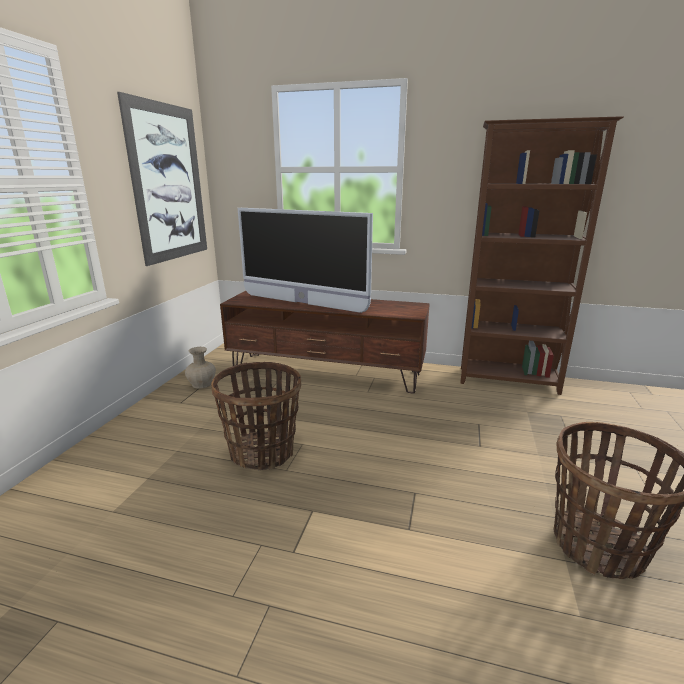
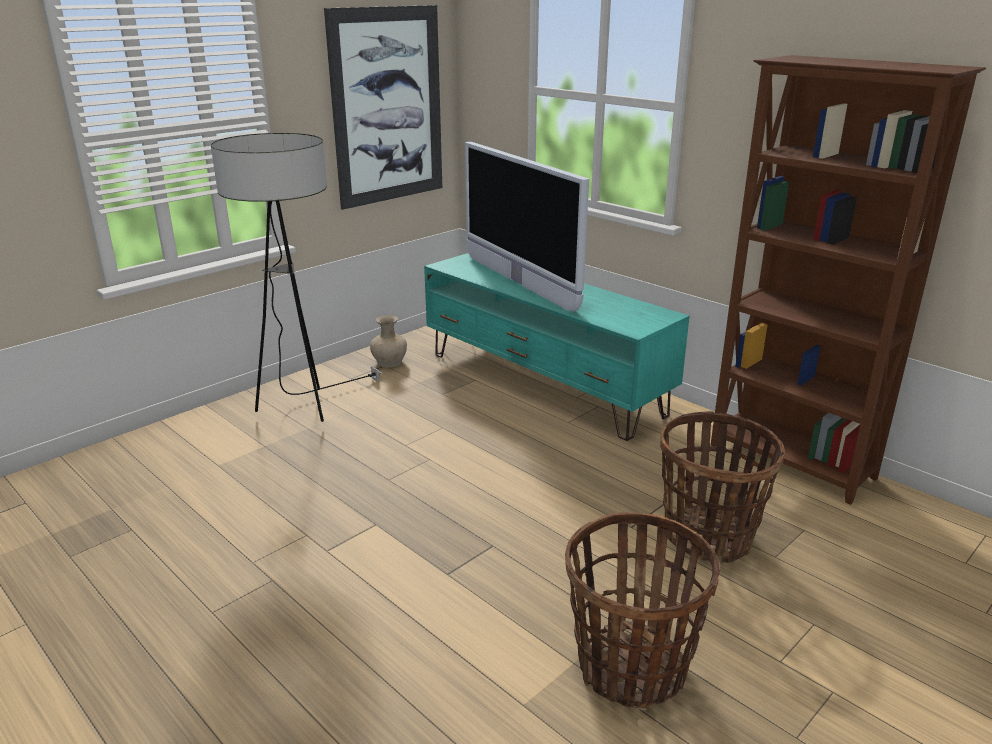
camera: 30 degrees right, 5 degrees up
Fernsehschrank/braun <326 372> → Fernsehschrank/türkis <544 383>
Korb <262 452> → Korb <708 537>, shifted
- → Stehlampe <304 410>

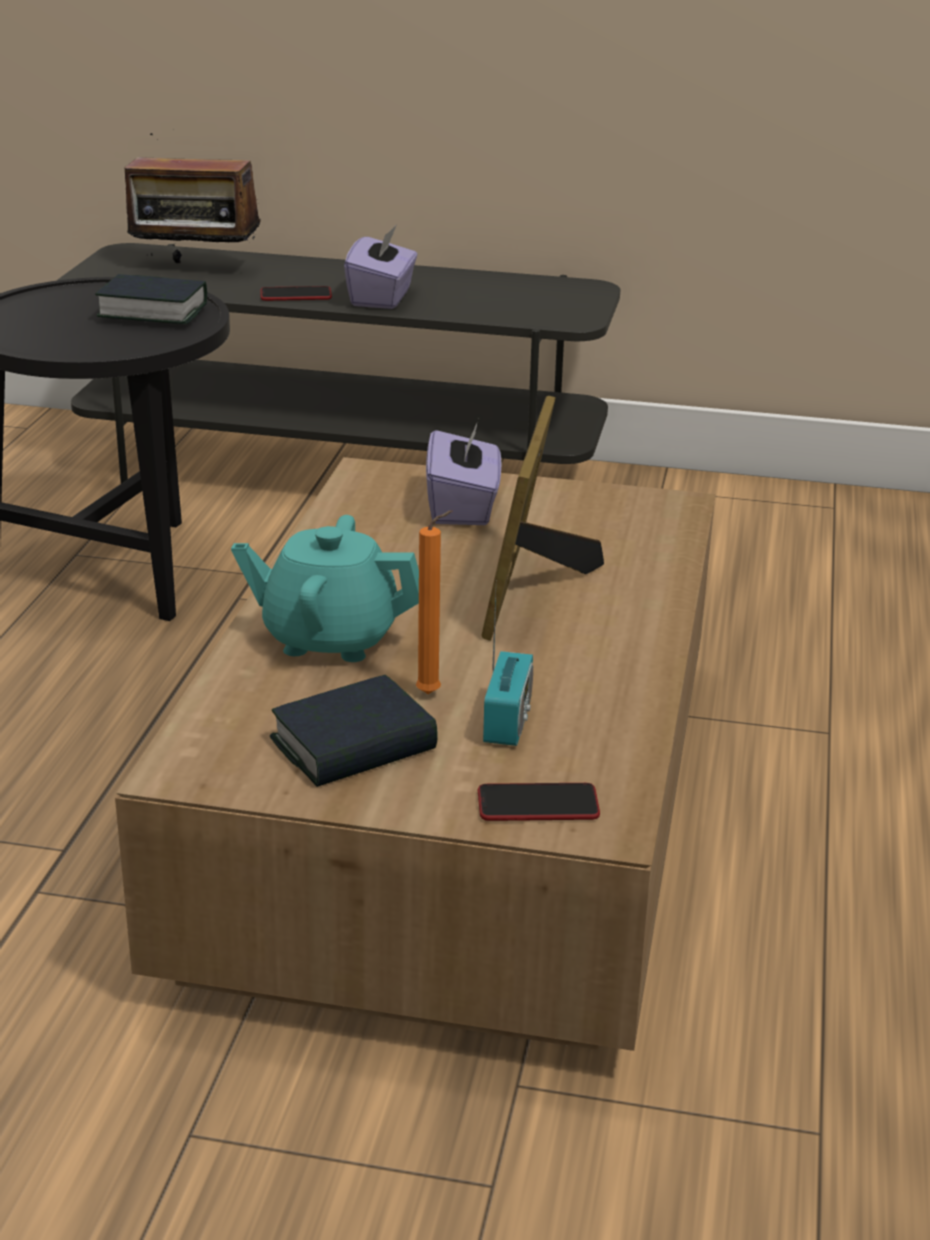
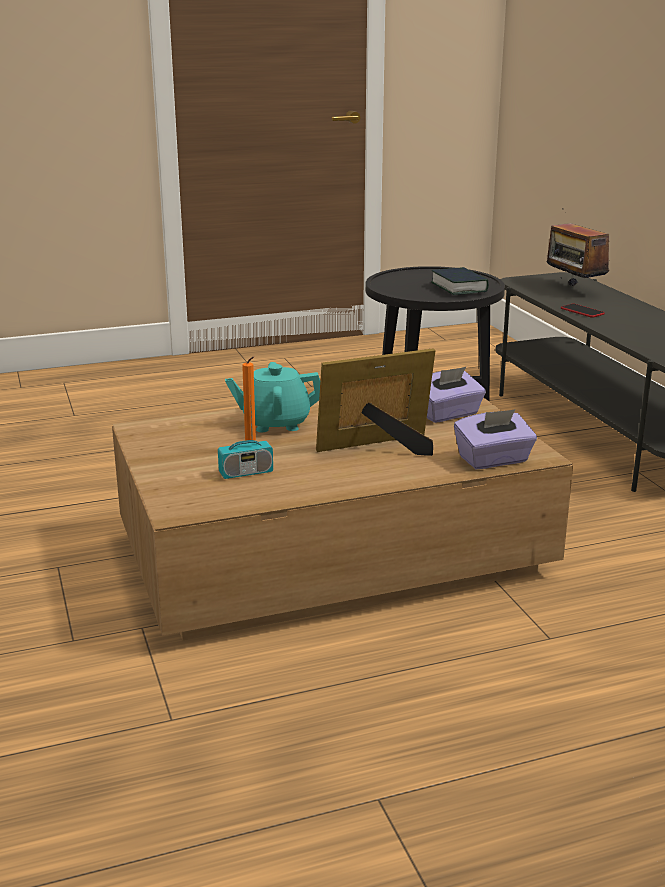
camera: 60 degrees right, 5 degrees down
Taschentuchbox/lila <382 297> → Taschentuchbox/lila <493 460>, shifted
Teekanne/türkis <329 638> → Teekanne/türkis <275 423>, 75 degrees counterclockwise
Buch <354 745> → -
Handy <538 804> → -

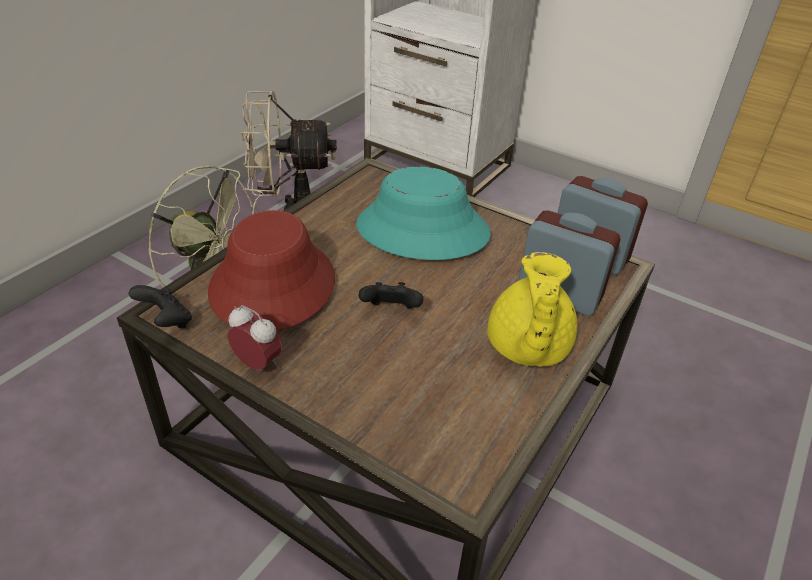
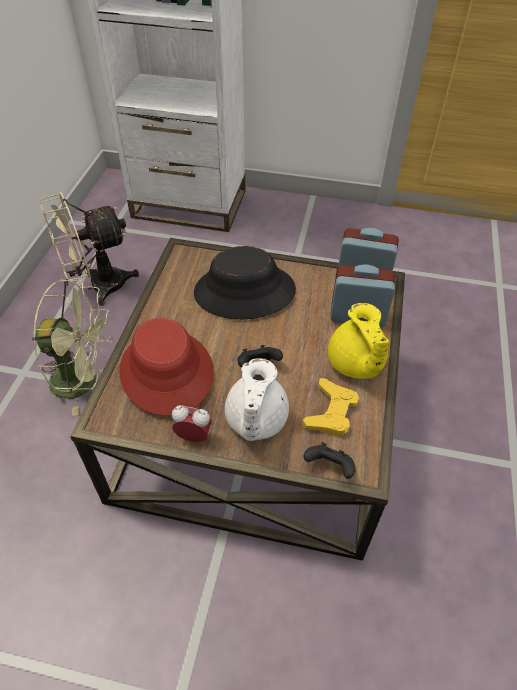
camera: 20 degrees left, 10 degrees up
Hut/türkis <422 230> → Hut/schwarz <244 292>
Gamepad/schwarz <167 322> → Gamepad/schwarz <329 467>, shifted
- → Teekanne/weiß <255 421>
- → Gamepad/gelb <331 412>

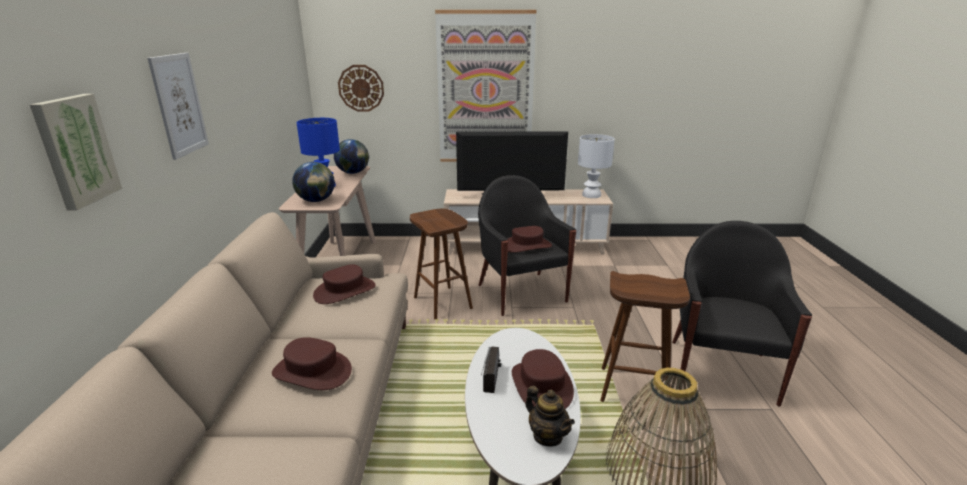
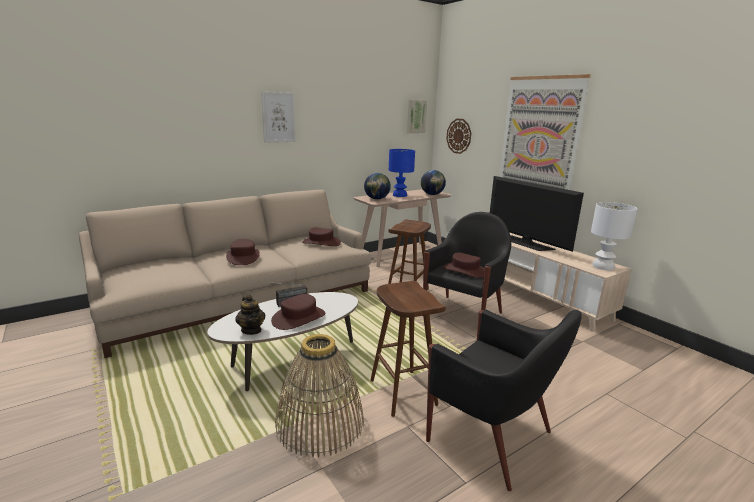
camera: 55 degrees right, 5 degrees down
Bild <75 150> → Bild <416 116>, shifted
Sessel/schwarz <721 370> → Sessel/schwarz <491 438>, 60 degrees clockwise
Teekanne <547 436> → Teekanne <251 330>, 45 degrees counterclockwise

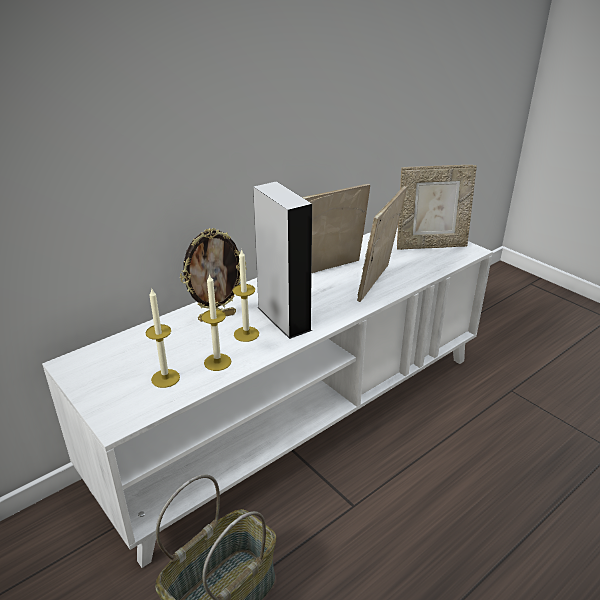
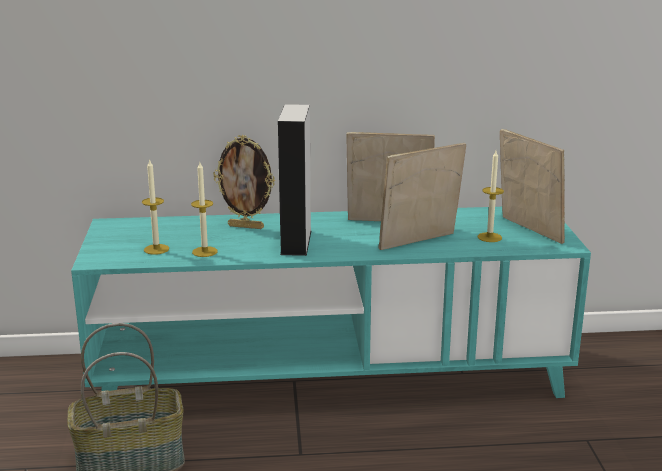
camera: 35 degrees right, 10 degrees down
Bilderrahmen <430 245> → Bilderrahmen <527 231>, 150 degrees counterclockwise
Fernsehschrank/weiß <299 417> → Fernsehschrank/türkis <331 378>
Kerze <246 334> → Kerze <489 237>, shifted

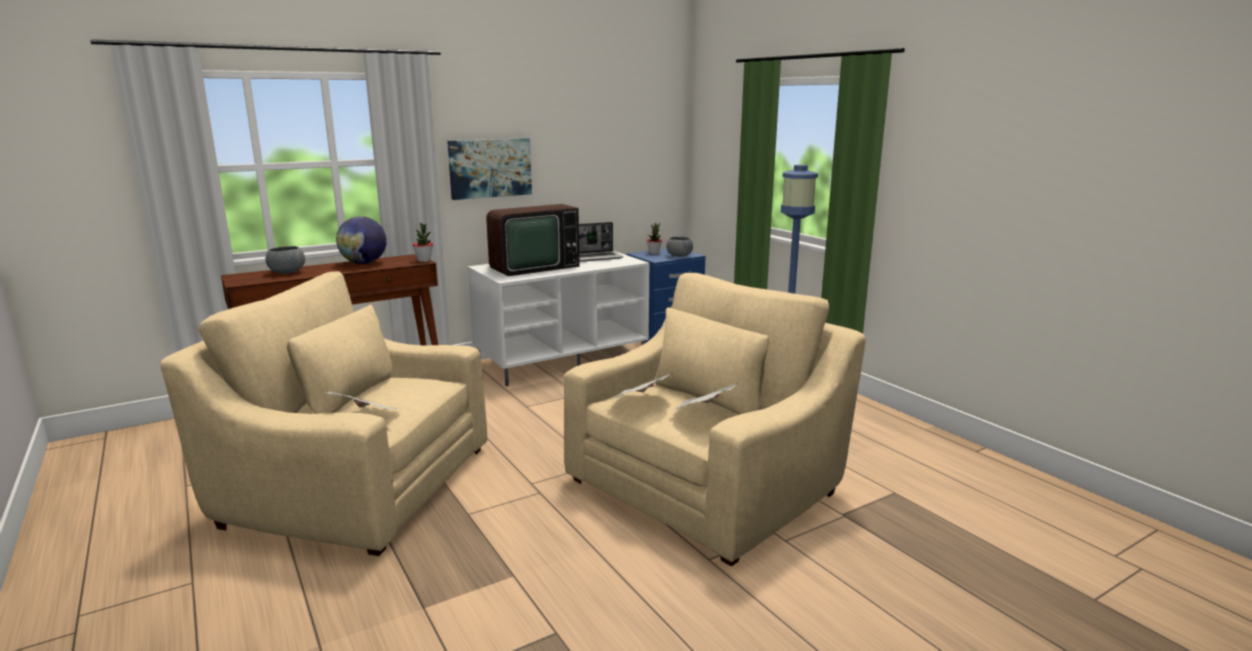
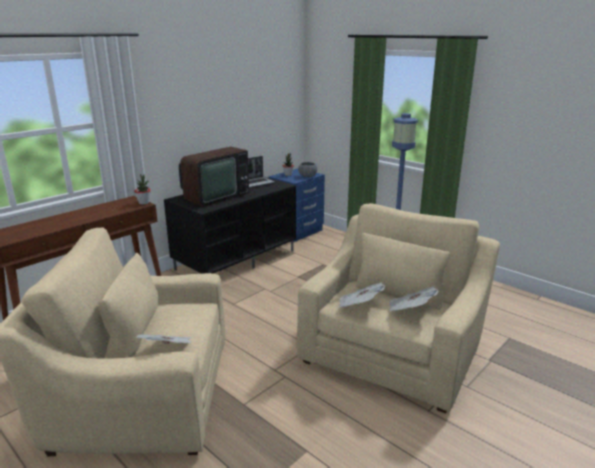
camera: 15 degrees left, 5 degrees up
Bild <490 168> → -
Globus <364 263> → -
Schüssel/grau <287 272> → -
Fernsehschrank/weiß <562 359> → Fernsehschrank/schwarz <236 259>

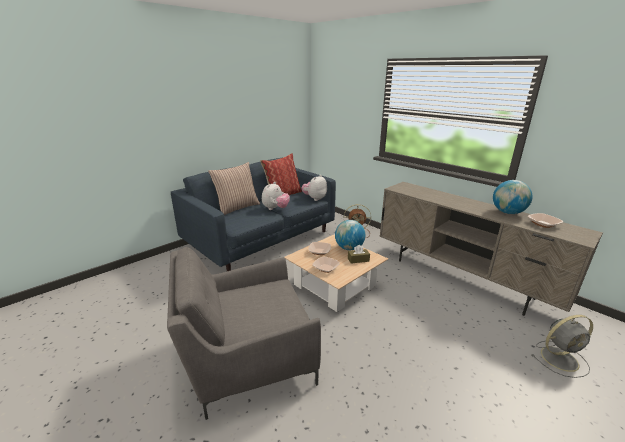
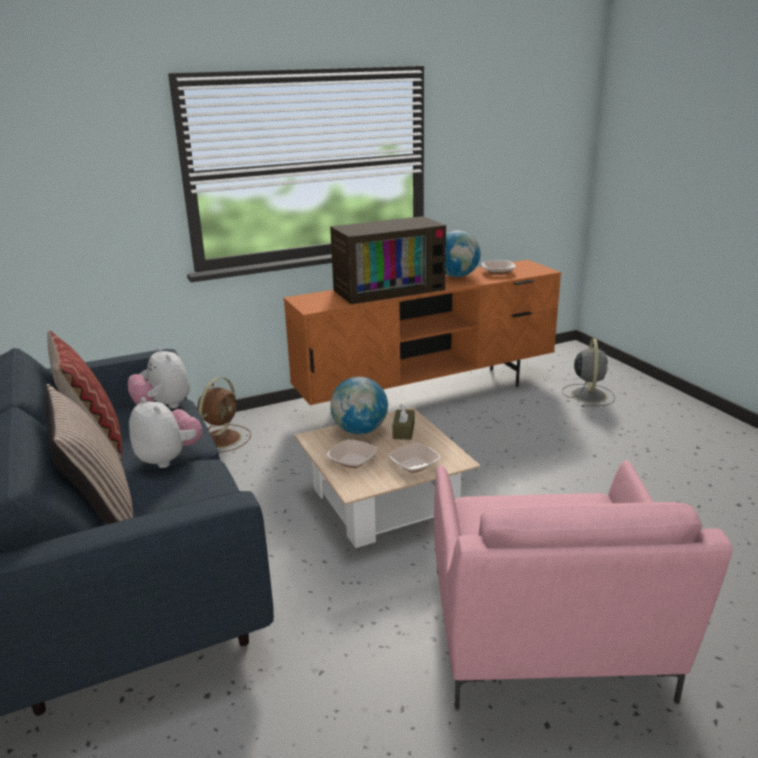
camera: 70 degrees left, 0 degrees up
Fernsehschrank/beige <462 279> → Fernsehschrank/orange <428 395>
Sessel/grau <246 357> → Sessel/rosa <545 639>
- → Fernseher <388 289>

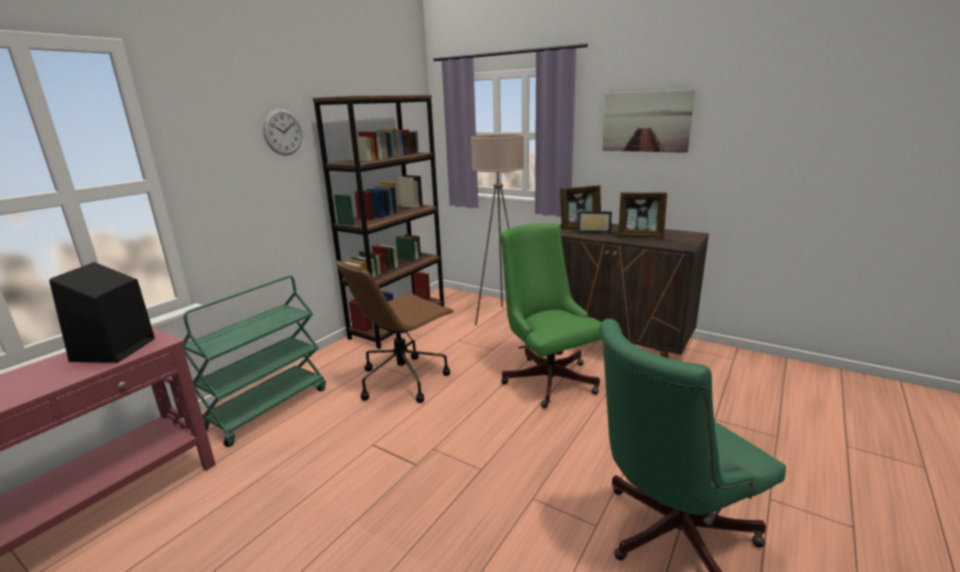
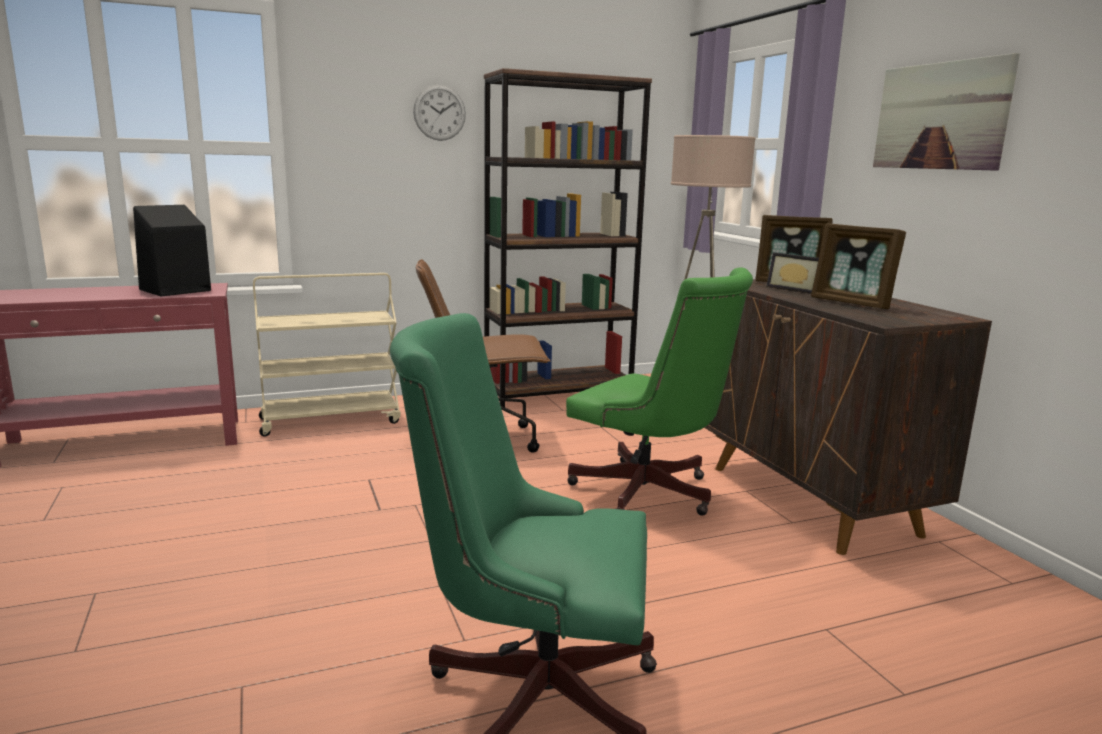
camera: 35 degrees right, 5 degrees down
Bürostuhl/grün <547 377> → Bürostuhl/grün <650 495>, 120 degrees clockwise
Rollwagen/grün <267 408> → Rollwagen/beige <331 420>

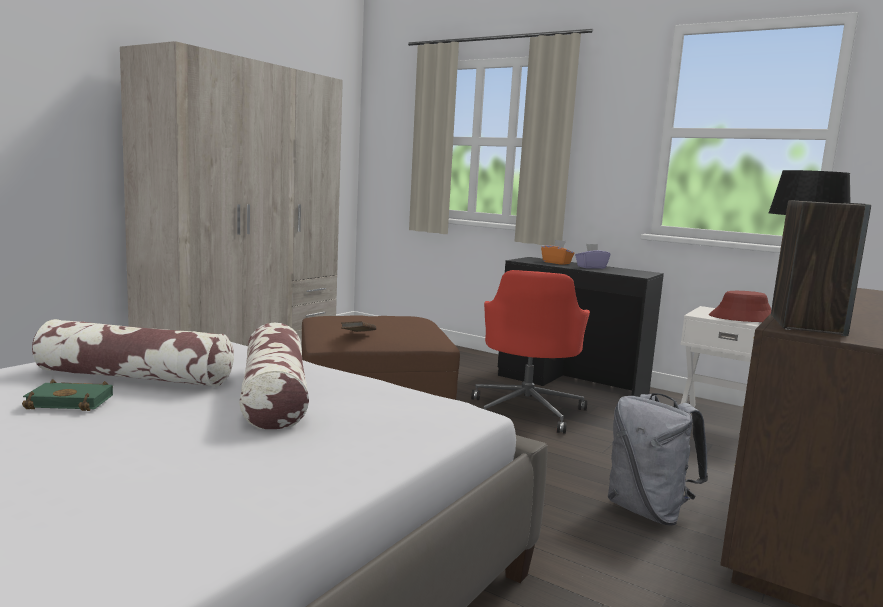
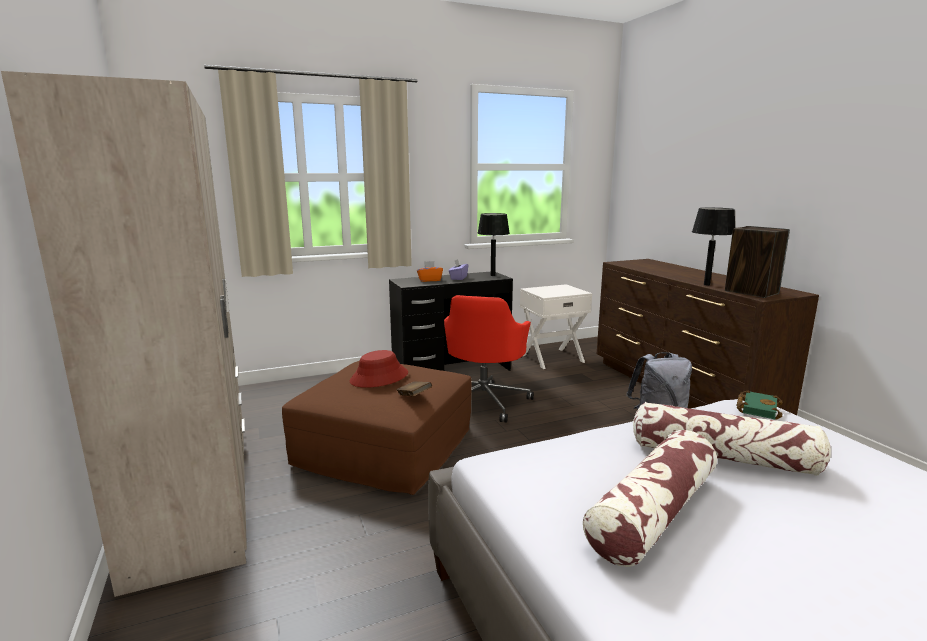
camera: 55 degrees left, 5 degrees up
Bürostuhl/rot <527 410> → Bürostuhl/rot <484 401>, 60 degrees clockwise
Hut/rot <743 318> → Hut/rot <379 377>, shifted
Buch/grün <73 401> → Buch/grün <757 408>, shifted
- → Tischlampe/schwarz <493 275>

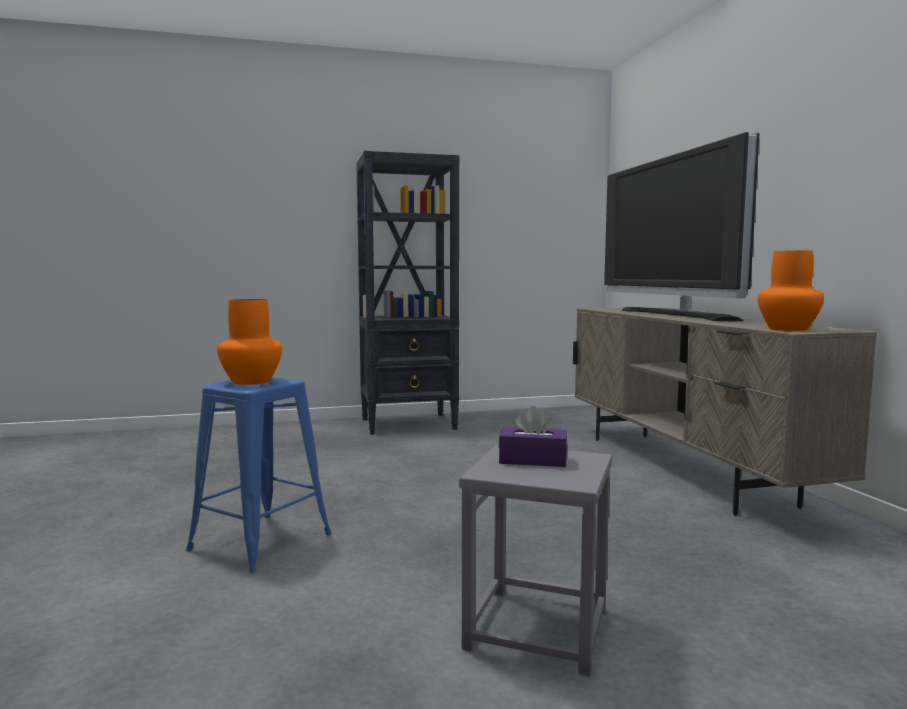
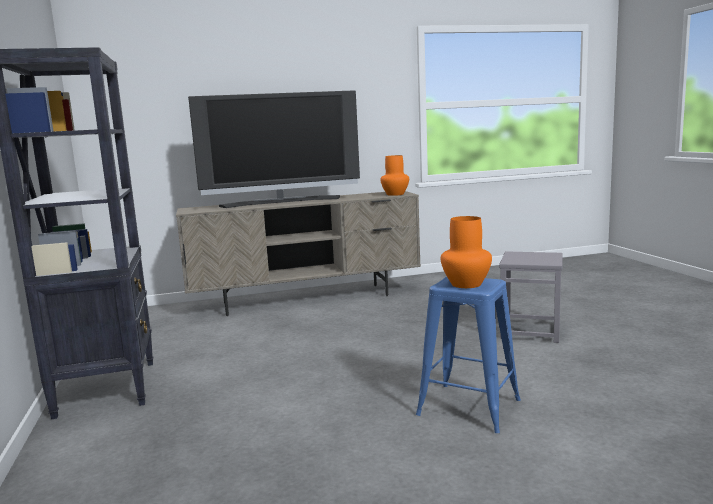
camera: 90 degrees left, 5 degrees up
Taschentuchbox/lila <533 460> → -

